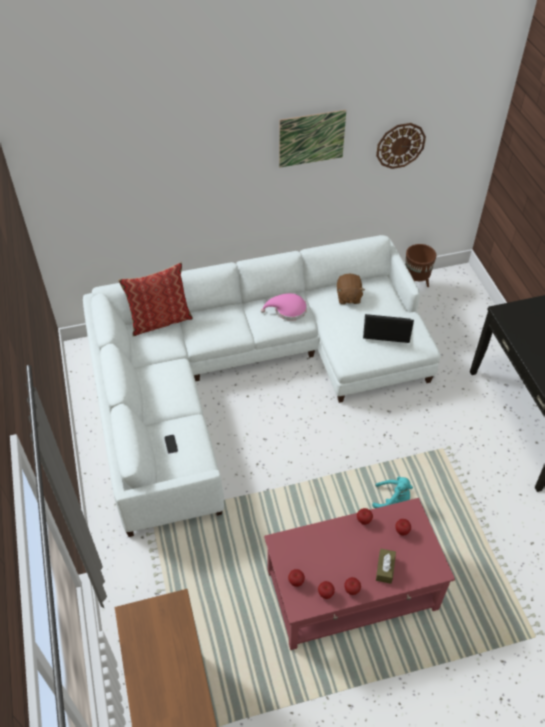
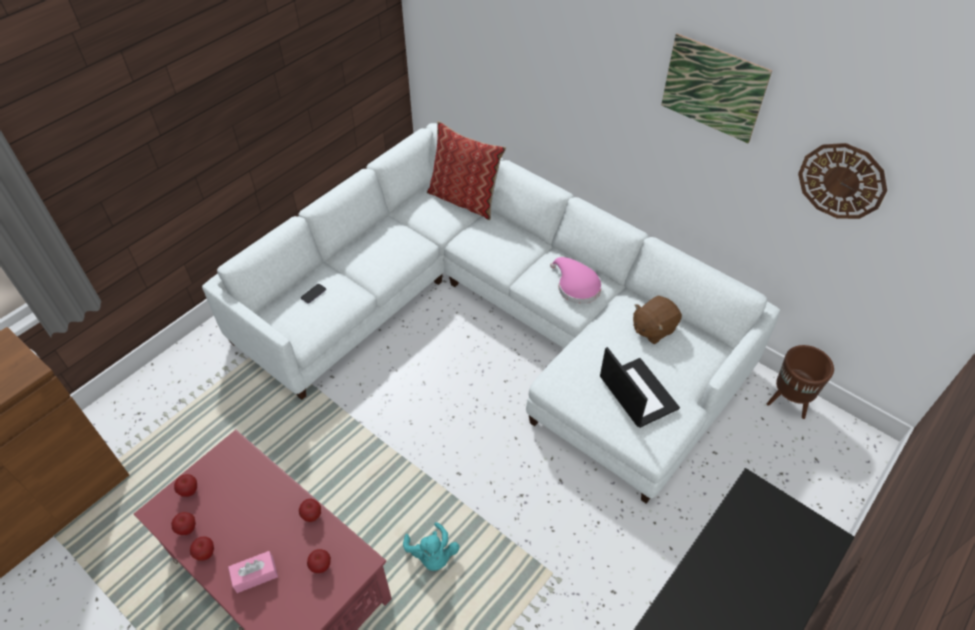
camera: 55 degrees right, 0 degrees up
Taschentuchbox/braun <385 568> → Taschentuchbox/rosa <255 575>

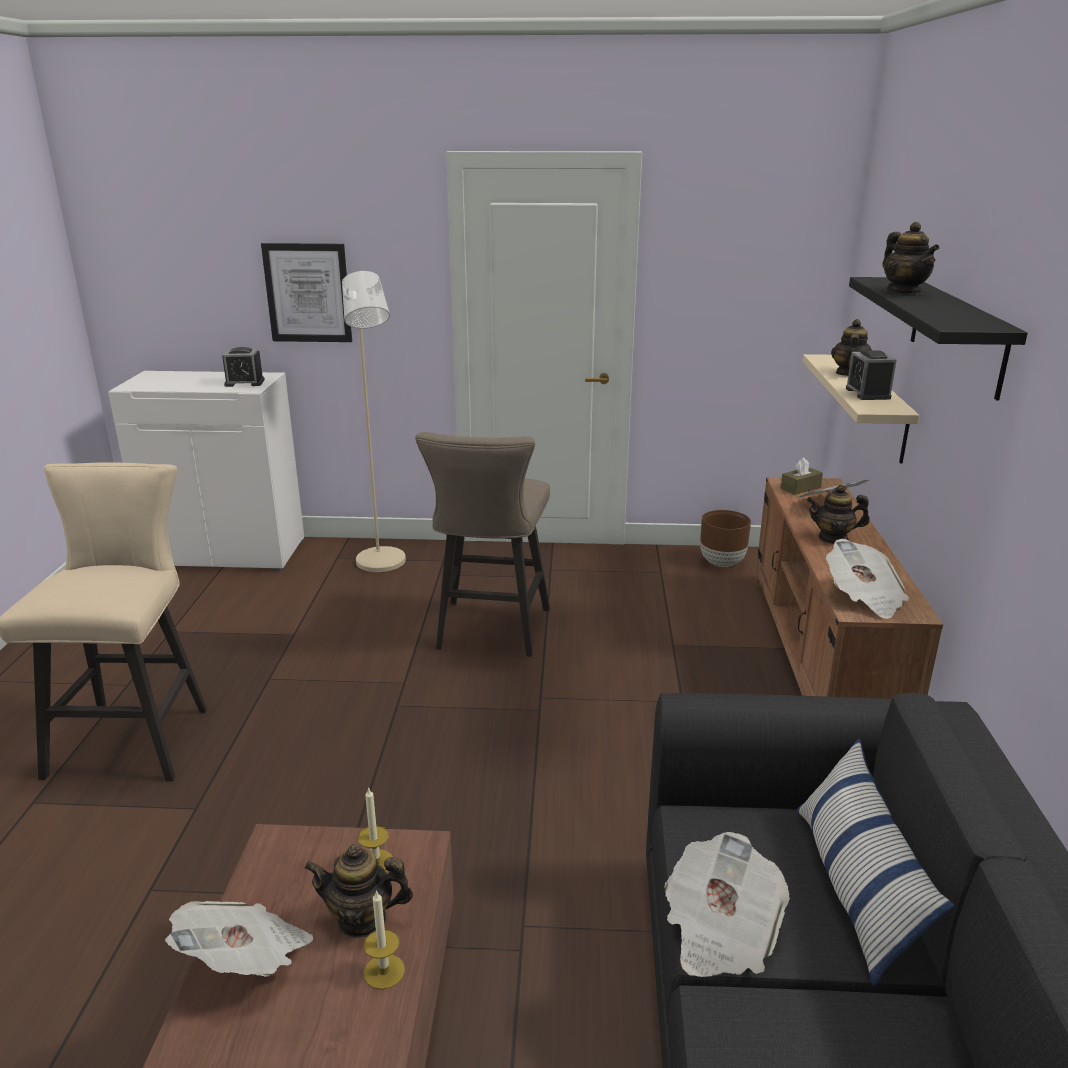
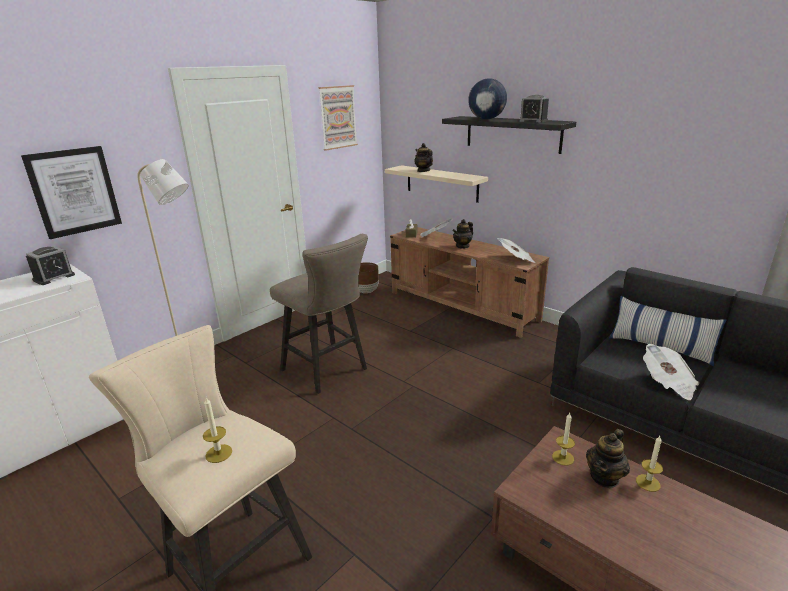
camera: 50 degrees left, 0 degrees up
Teekanne <904 292> → Globus <486 119>
Wecker <867 393> → Wecker <533 121>, shifted
Zeitung <246 960> → -
- → Bild <338 117>
- → Kerze <218 453>

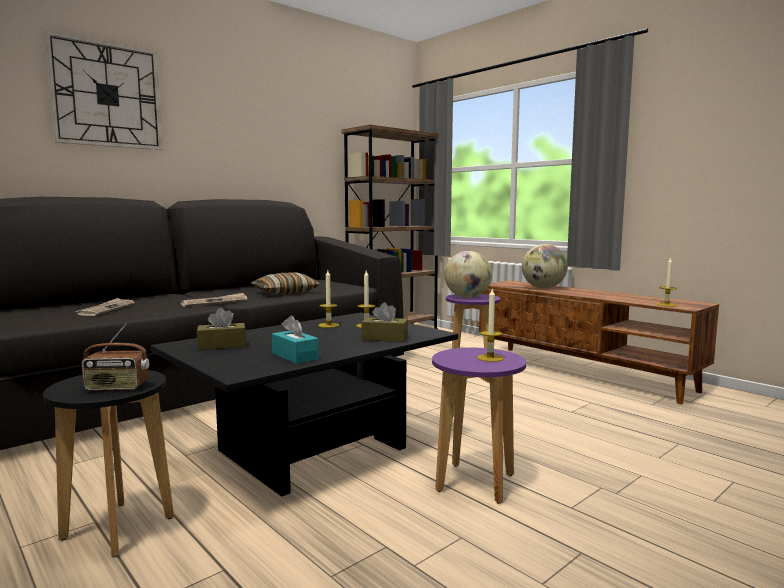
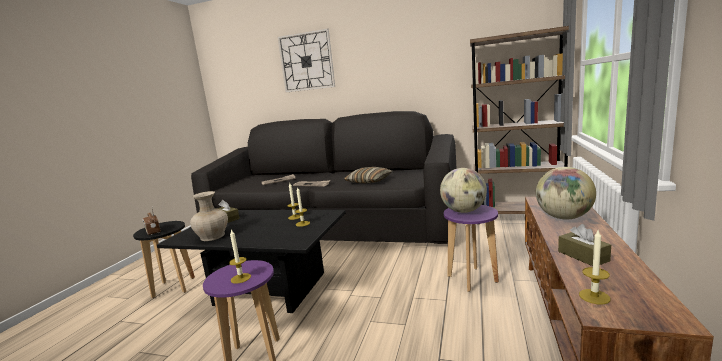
camera: 60 degrees right, 5 degrees up
Taschentuchbox/braun <385 338> → Taschentuchbox/braun <583 256>, shifted
Taschentuchbox/türkis <295 356> → Vase/beige <212 236>

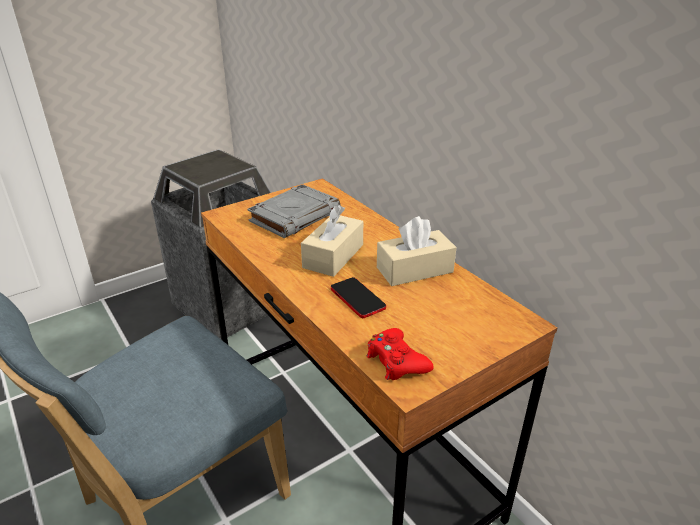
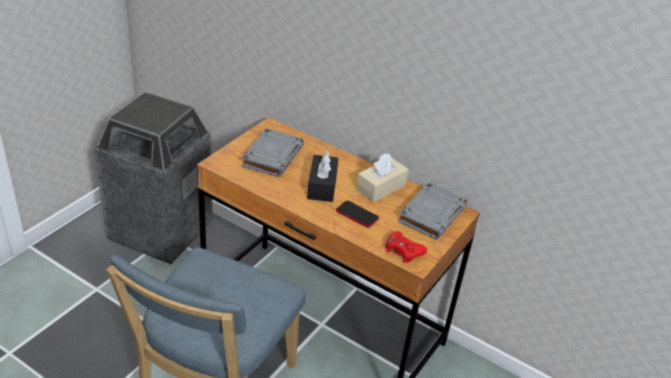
camera: 25 degrees left, 5 degrees up
Taschentuchbox/beige <333 256> → Taschentuchbox/schwarz <322 186>
- → Buch/grau <431 214>

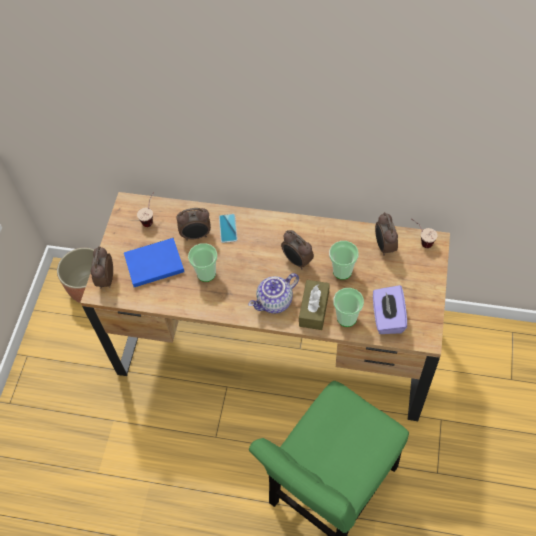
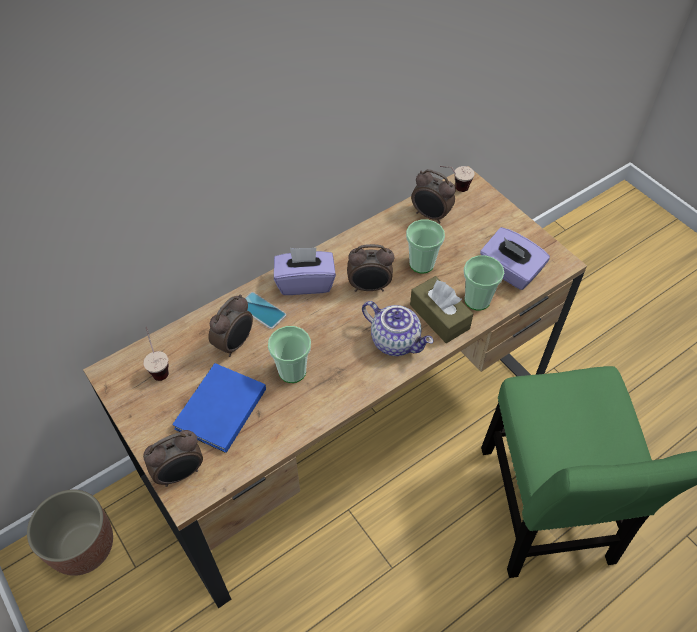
camera: 50 degrees left, 5 degrees down
Wecker <105 279> → Wecker <180 473>, 75 degrees counterclockwise
Teekanne <275 302> → Teekanne <396 341>, 60 degrees counterclockwise
- → Taschentuchbox/lila <305 282>

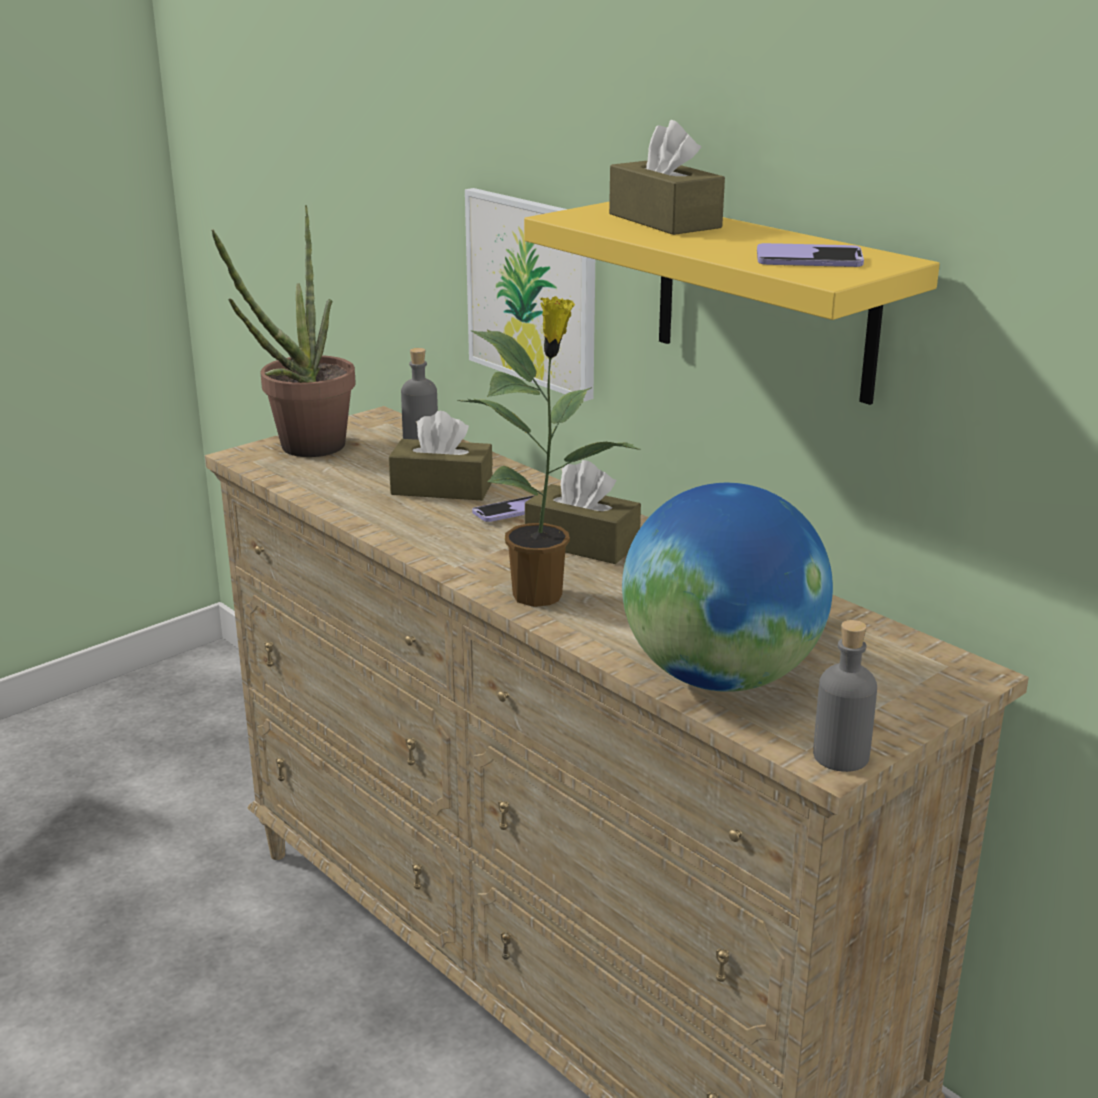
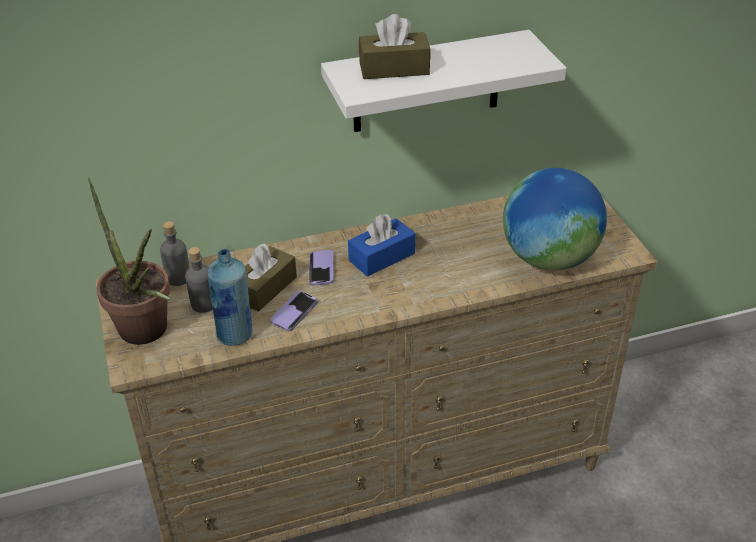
camera: 65 degrees left, 15 degrees up
Bild <532 291> → -
Wandregal/gelb <765 299> → Wandregal/weiß <426 82>
Handy <809 259> → Handy <294 312>, shifted
Topfpflanze <541 594> → -
Taschentuchbox/braun <582 543> → Taschentuchbox/blau <382 257>
Flasche/grau <840 756> → Flasche/grau <203 304>, shifted
- → Flasche/blau <235 335>

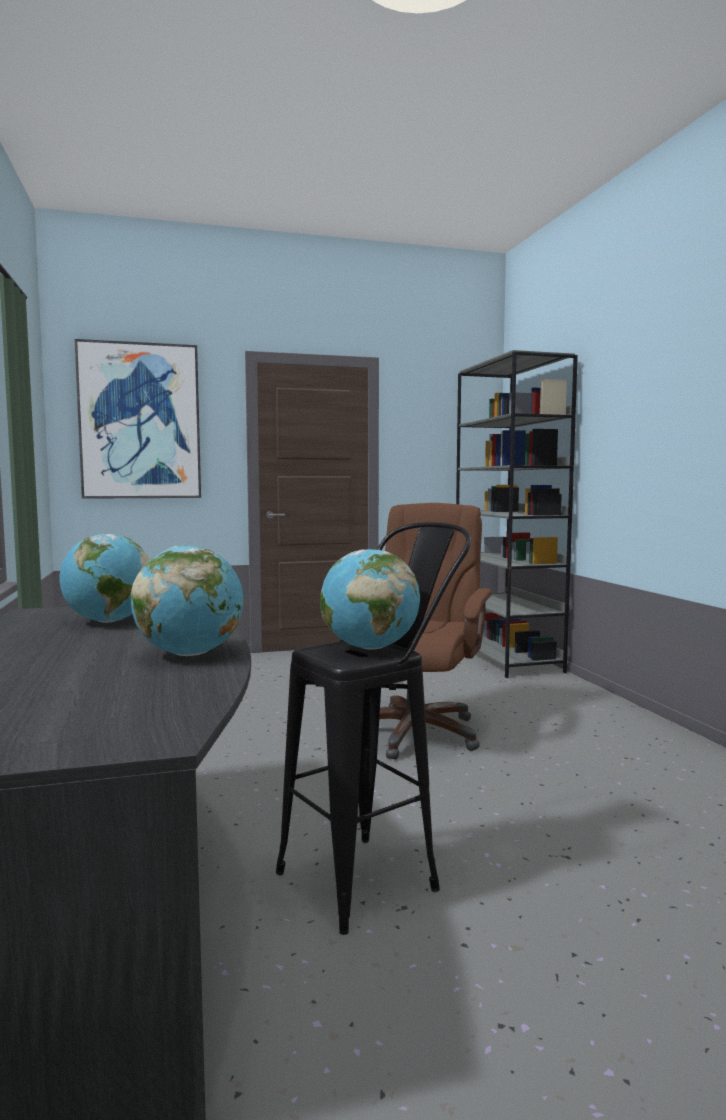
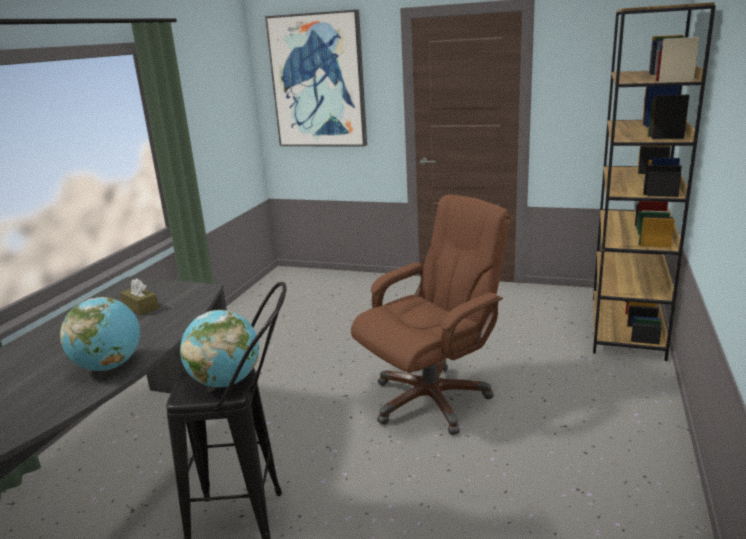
camera: 35 degrees right, 15 degrees up
Bücherregal/grau <507 659> → Bücherregal/braun <627 327>
Globus <108 621> → Taschentuchbox/braun <141 307>

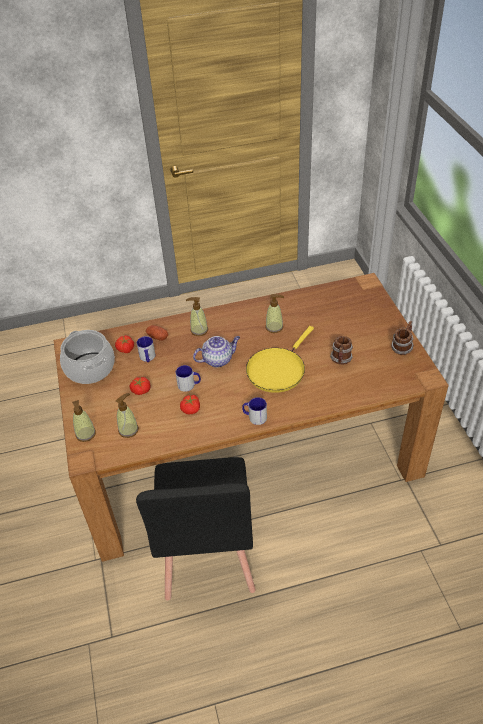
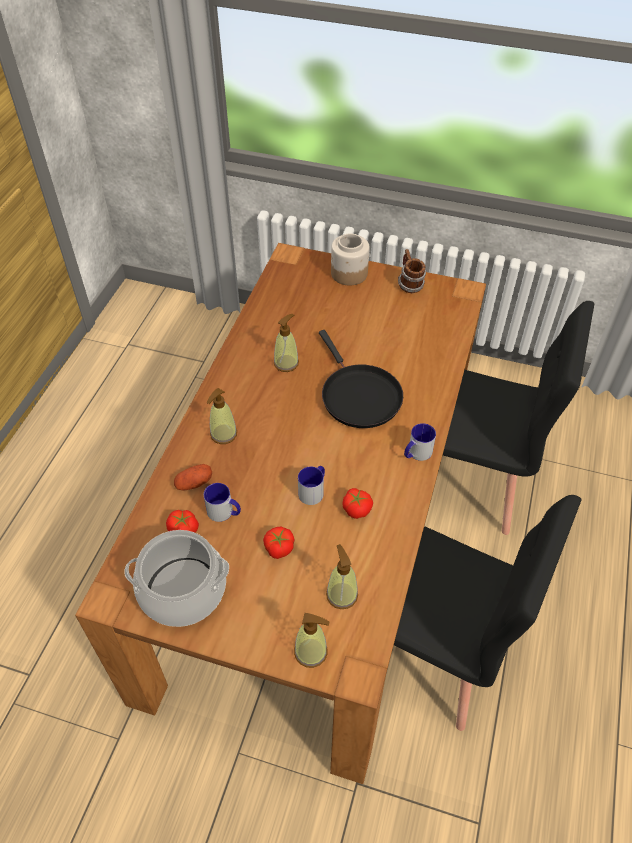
camera: 60 degrees left, 5 degrees up
Pfanne/gelb <277 370> → Pfanne/schwarz <358 396>
Teekanne <218 359> → -
Henkelbecher <341 360> → -
- → Vorratsglas <349 274>
- → Stuhl/schwarz <467 481>

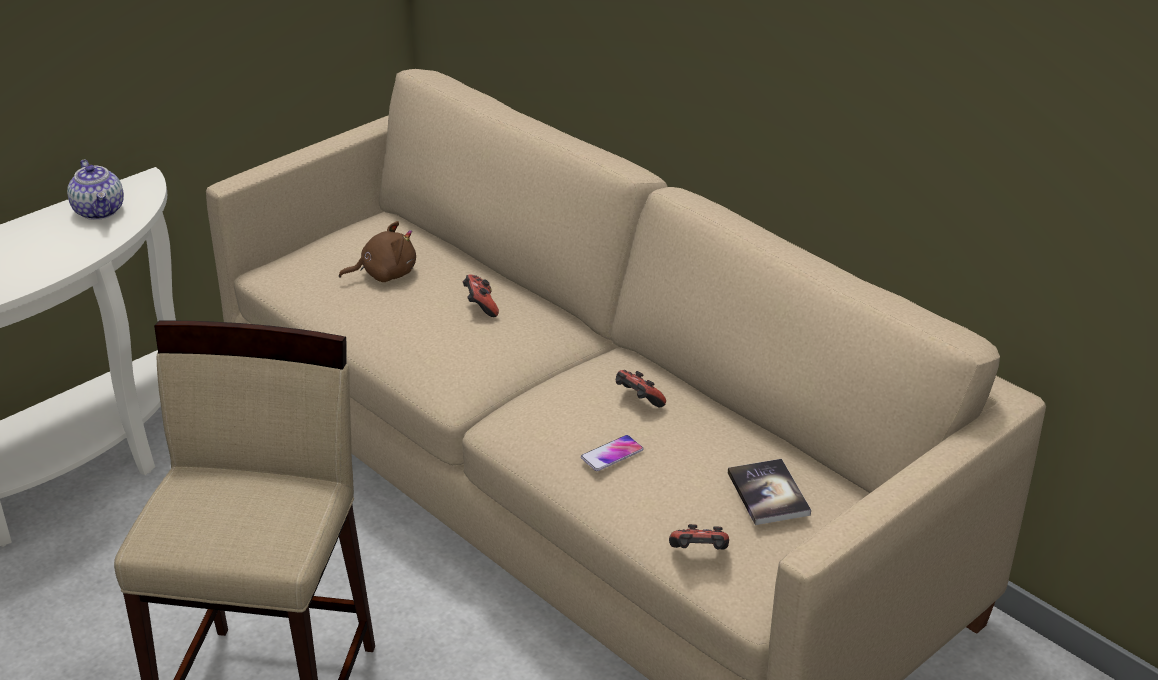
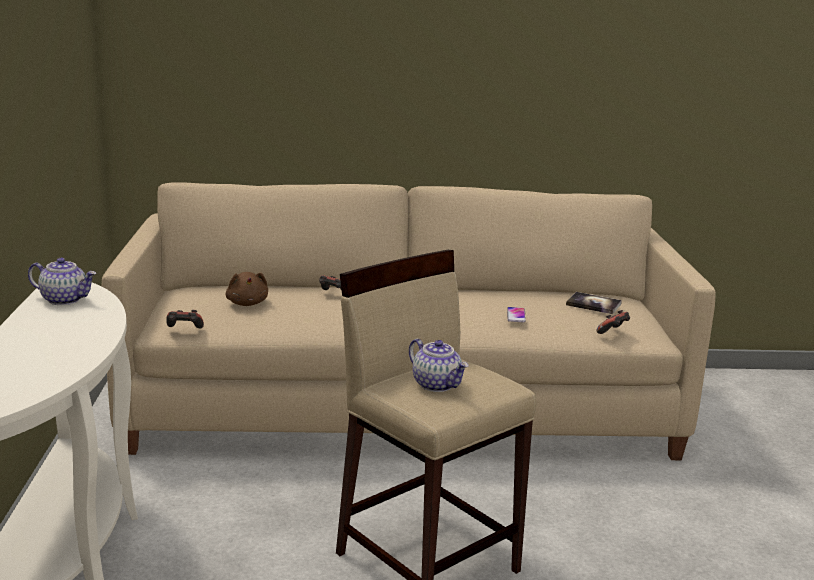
camera: 50 degrees left, 15 degrees down
Plüschtier/braun <385 274> → Plüschtier/braun <247 303>, 135 degrees clockwise
Gamepad <638 401> → Gamepad <184 330>, shifted
- → Teekanne <437 385>

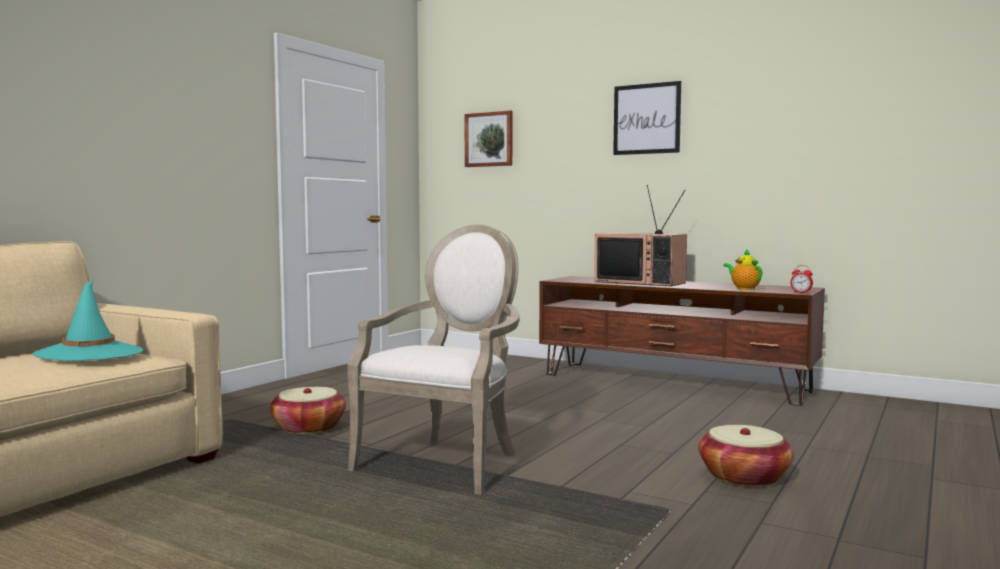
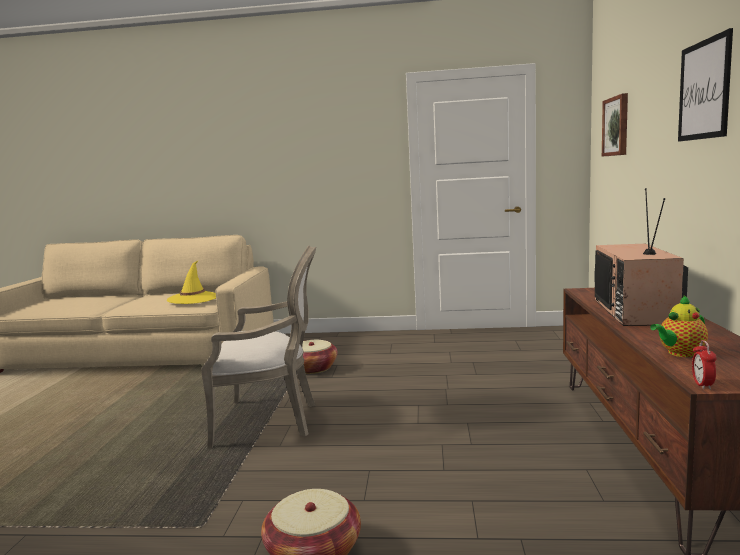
camera: 65 degrees right, 5 degrees up
Teekanne <744 288> → Teekanne <679 353>, 150 degrees counterclockwise
Hut/türkis <90 353> → Hut/gelb <193 298>

